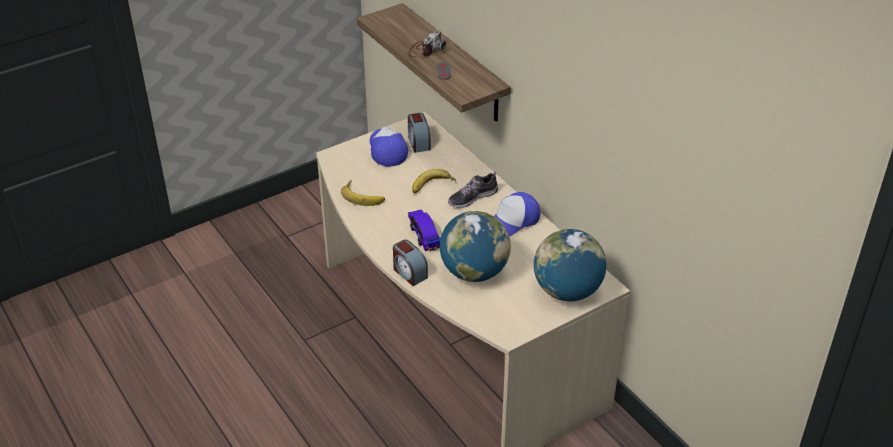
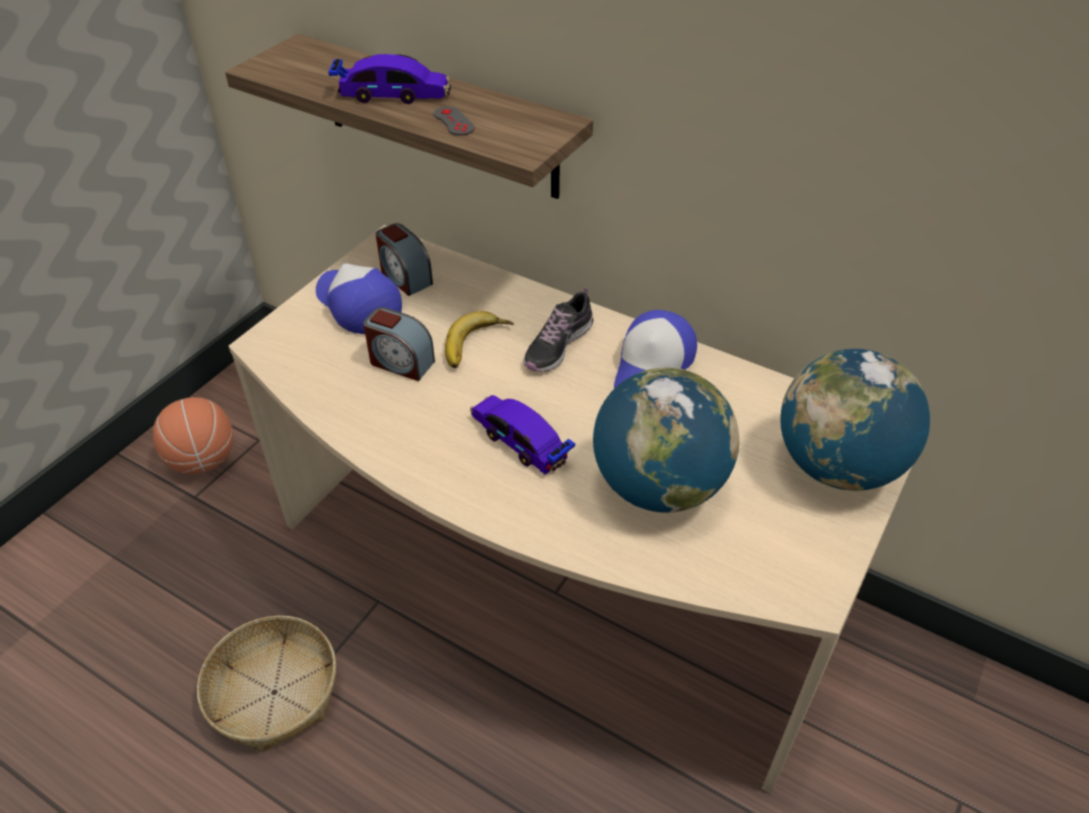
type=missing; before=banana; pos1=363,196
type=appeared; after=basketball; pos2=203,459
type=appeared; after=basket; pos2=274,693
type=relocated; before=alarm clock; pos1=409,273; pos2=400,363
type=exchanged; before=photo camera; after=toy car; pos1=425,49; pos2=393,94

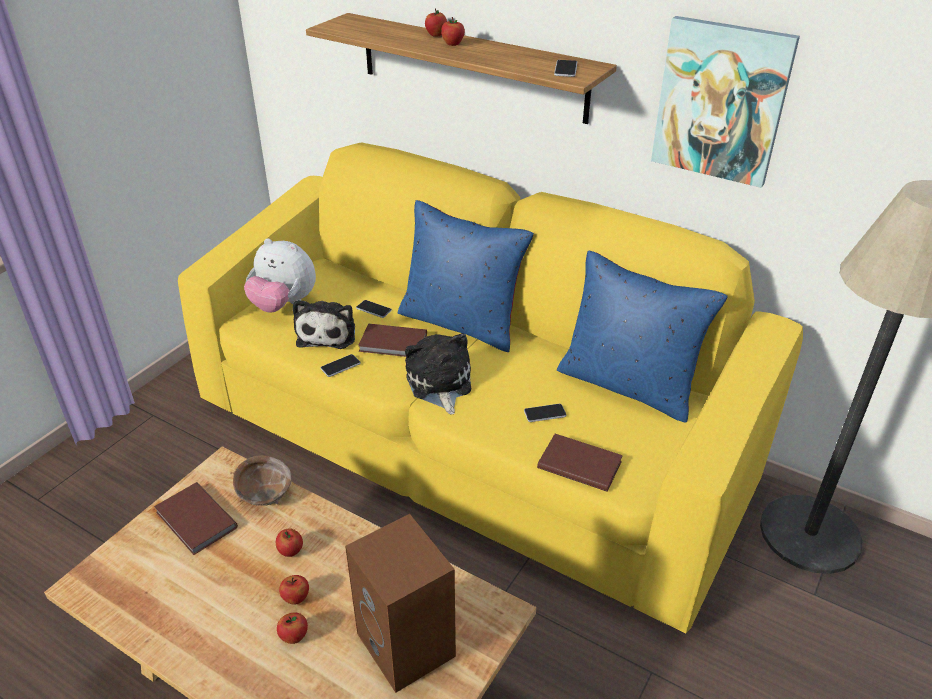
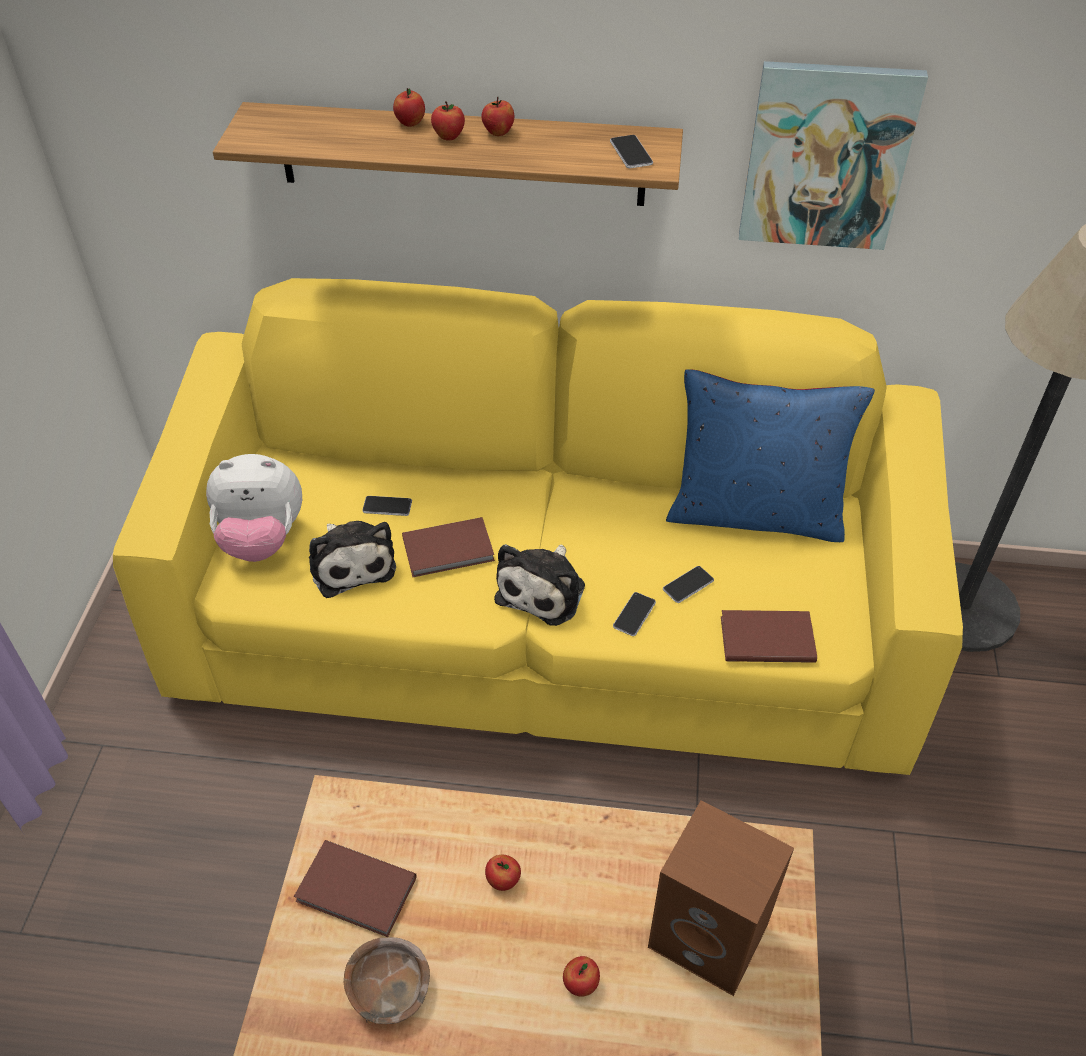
type=missing; before=blue pillow; pos1=461,322
type=relocated; before=brown bowl; pos1=264,493; pos2=389,990
type=relocated; before=apple; pos1=296,598; pos2=498,132
type=relocated; before=phone; pos1=340,366; pos2=634,615
type=spun; before=plush toy; pos1=439,384; pos2=544,589; turn=-120

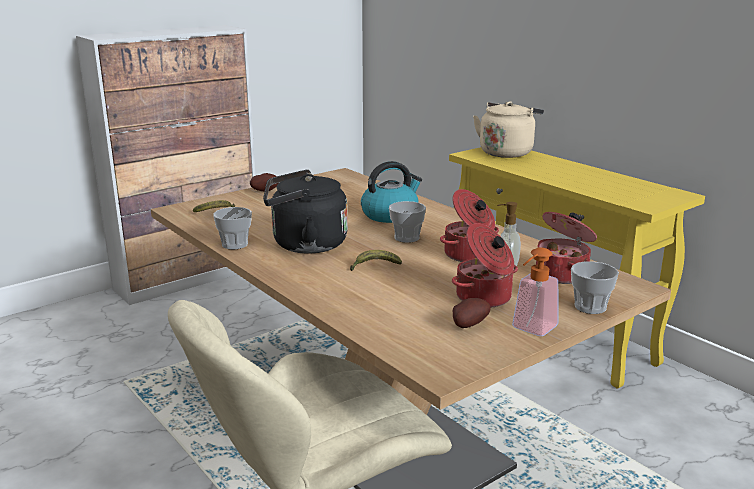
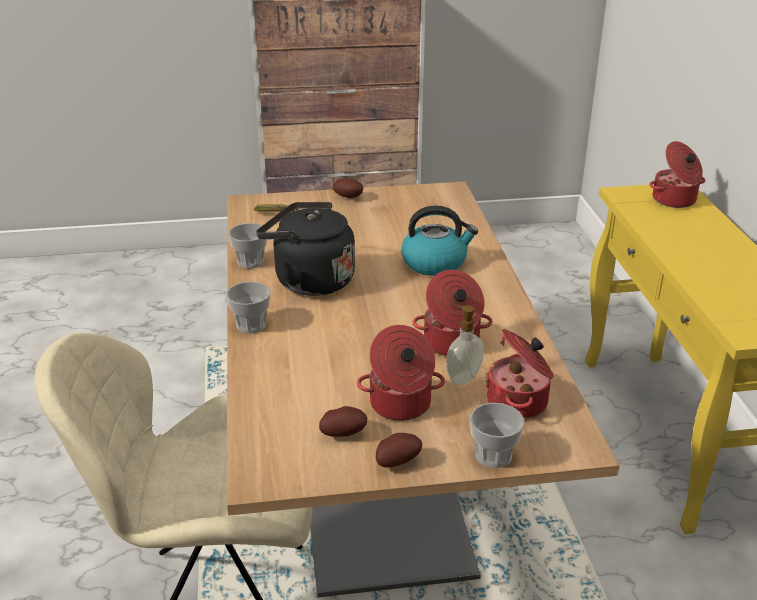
type=missing; before=banana; pos1=374,266
type=relocated; before=cup; pos1=407,238; pos2=251,325
type=exchanged; before=beige kettle; after=cooking pot; pos1=506,152; pos2=674,200
type=exchanged; before=soap dispenser; after=potato; pos1=531,330; pos2=396,461

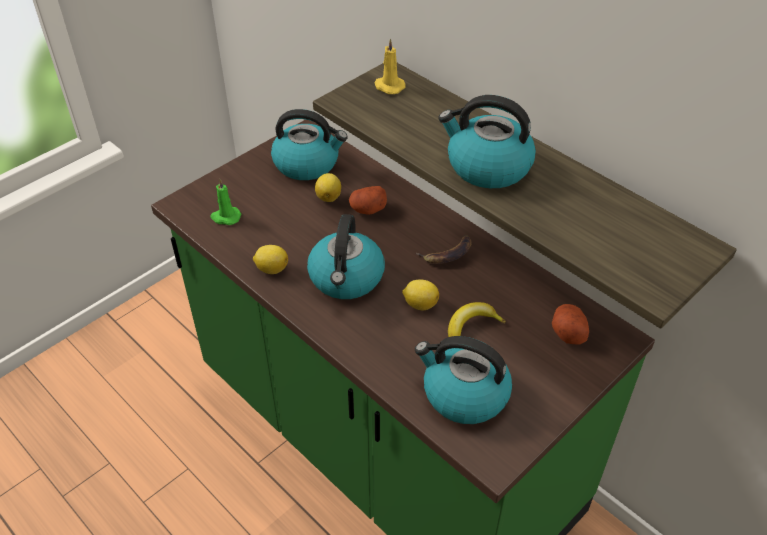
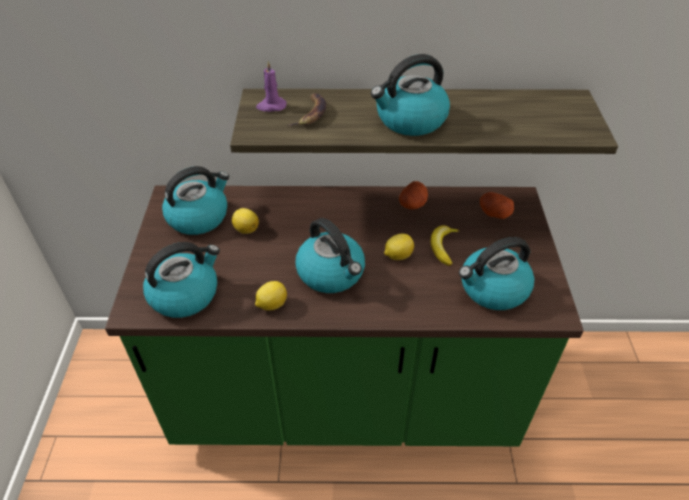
type=relocated; before=potato; pos1=368,209; pos2=413,204
type=relocated; before=banana; pos1=447,253; pos2=310,113
type=exchanged; before=green candle; after=kettle; pos1=225,217; pos2=185,294
type=colour; before=yellow candle; after=purple candle; pos1=388,86; pos2=271,106

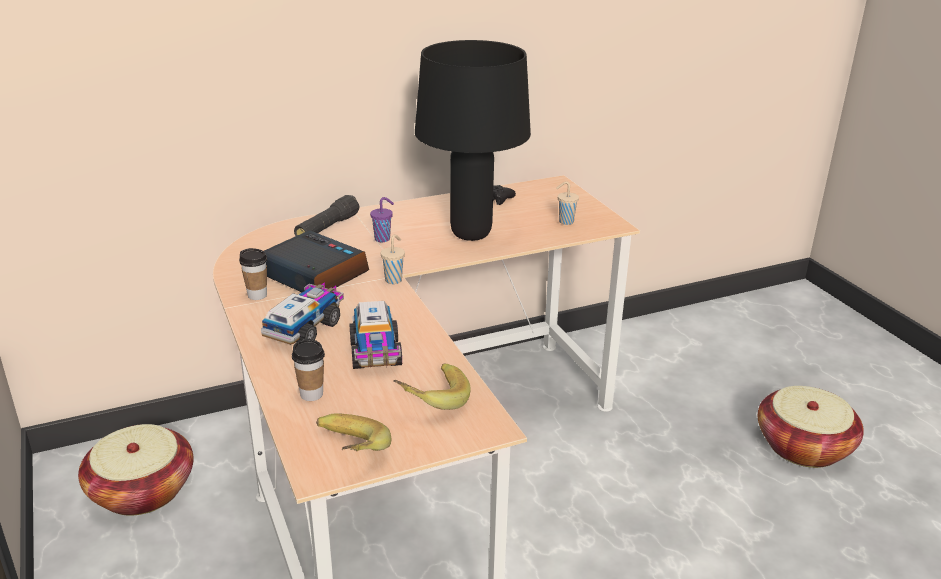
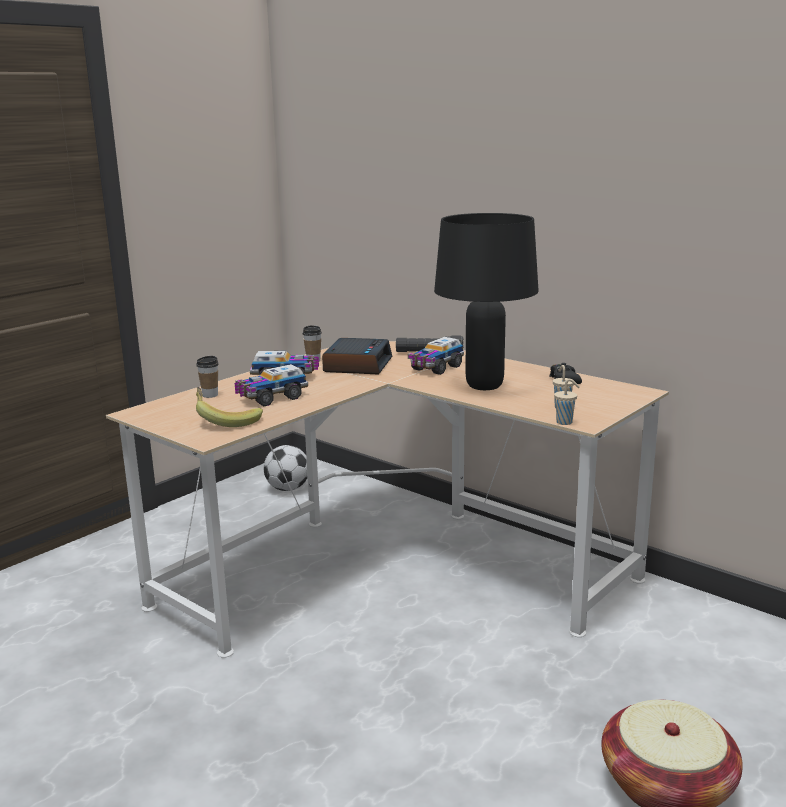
type=missing; before=banana; pos1=347,455
type=relocated; before=beige cup; pos1=394,280; pos2=565,422
type=exchanged; before=basket; after=football; pos1=142,491; pos2=288,489
type=exchanged; before=purple cup; after=toy truck; pos1=383,239; pos2=436,368

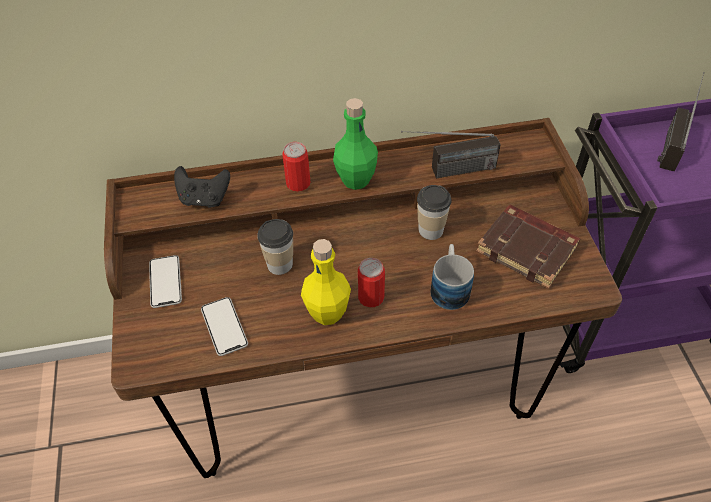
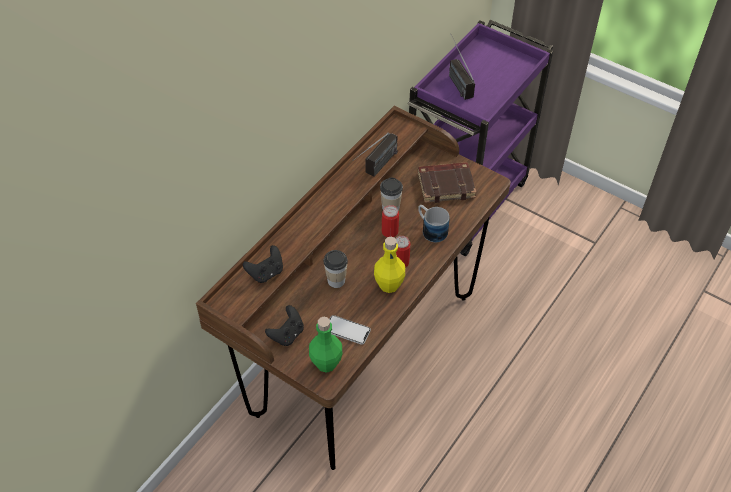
type=relocated; before=can; pos1=298,183; pos2=390,231
type=relocated; before=green bottle; pos1=355,180; pos2=326,363
type=exchanged; before=phone; after=black game controller; pos1=165,282; pos2=287,334

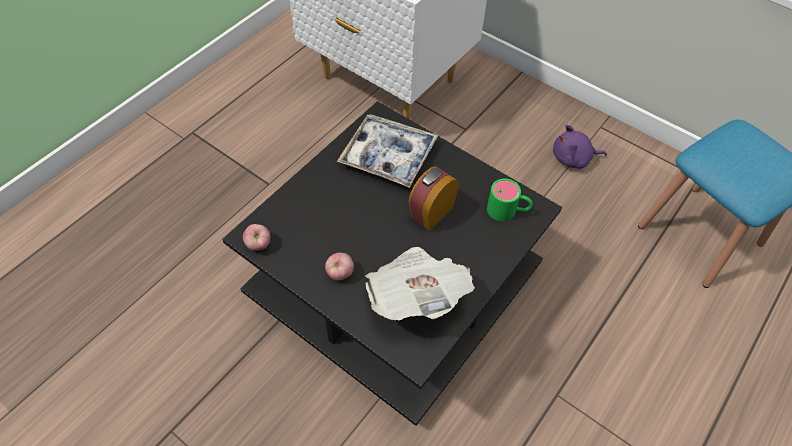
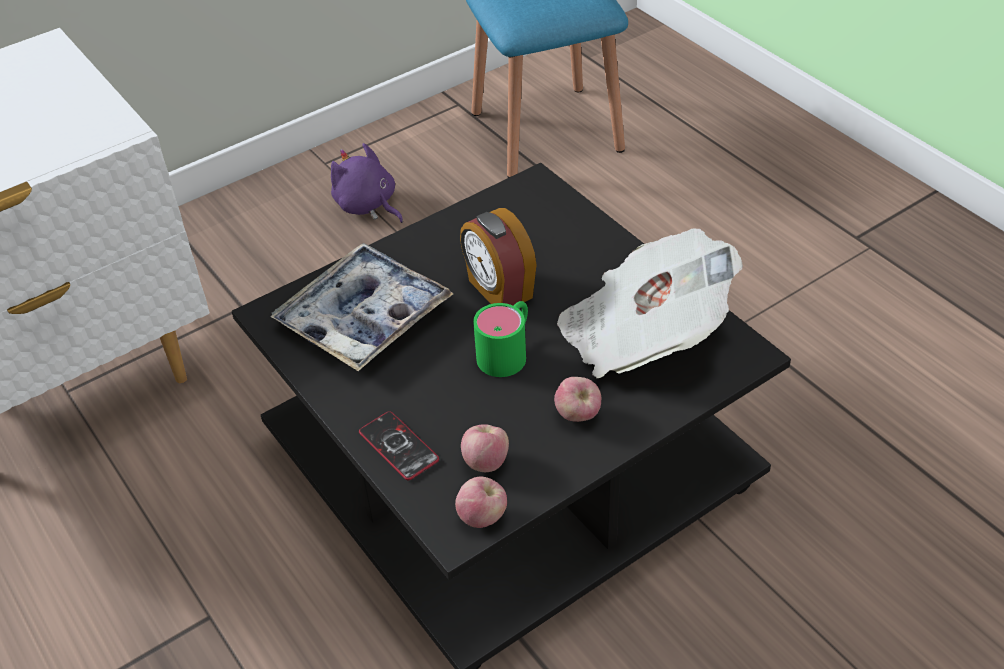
type=appeared; after=phone; pos2=398,446
type=appeared; after=apple; pos2=486,462
type=relocated; before=green mug; pos1=508,211; pos2=507,351
type=spun; before=purple plush toy; pos1=573,159; pos2=367,205; turn=120

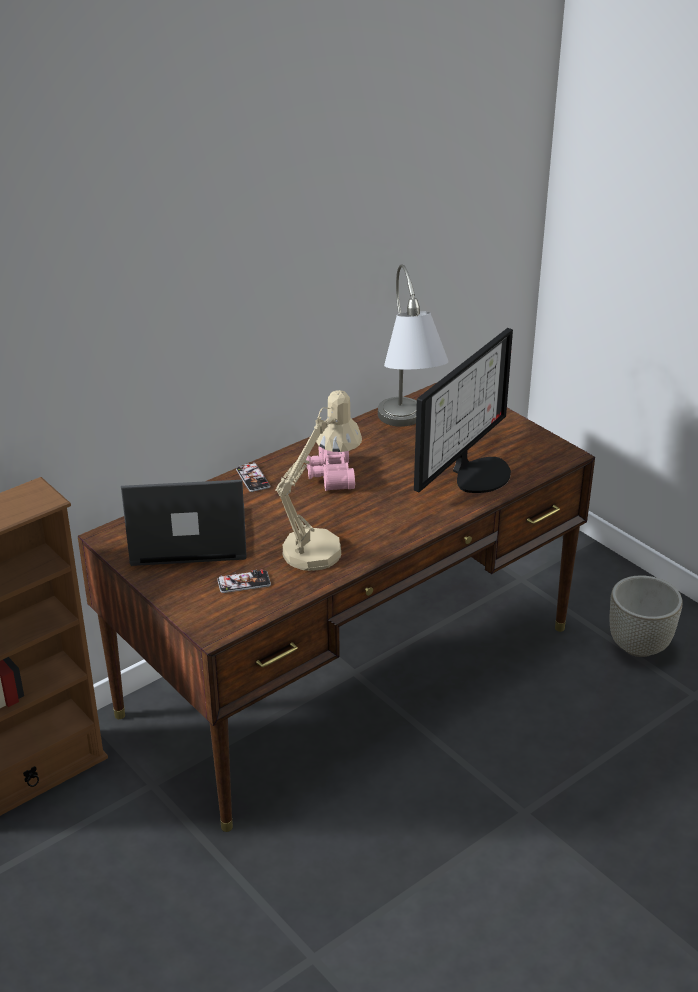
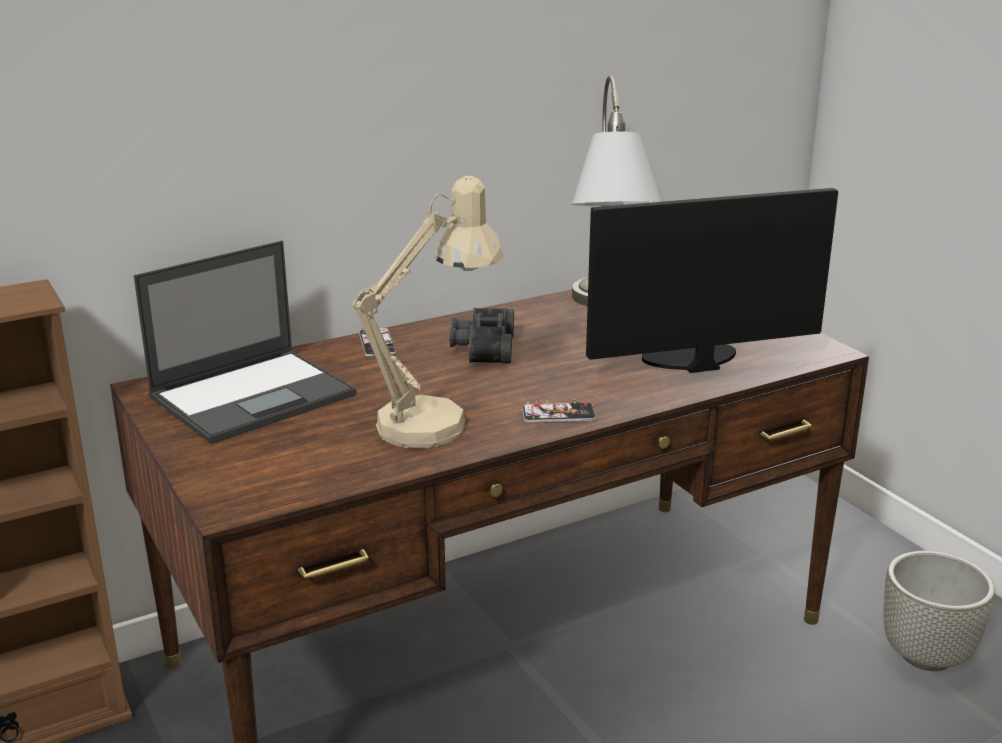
type=relocated; before=phone; pos1=244,582; pos2=558,414
type=colour; before=pink binoculars; after=black binoculars; pos1=329,475; pos2=482,348
type=spun; before=laptop; pos1=186,536; pos2=255,395; turn=135
type=spun; before=monitor; pos1=476,472; pos2=691,360; turn=-150

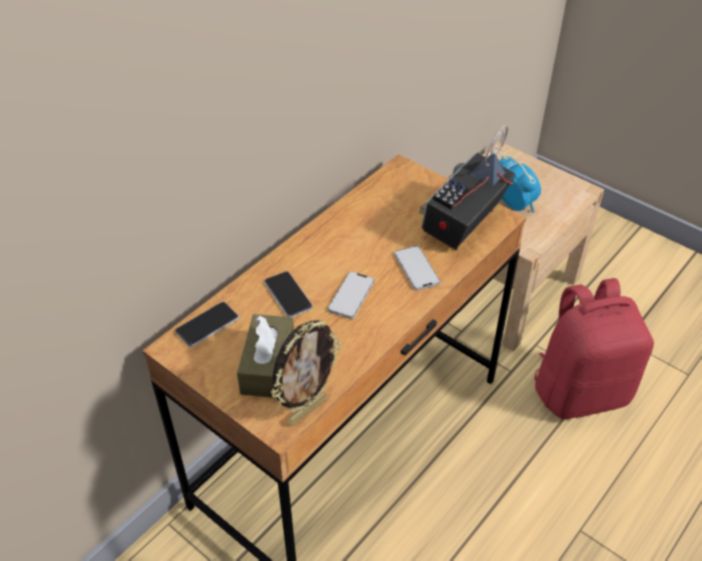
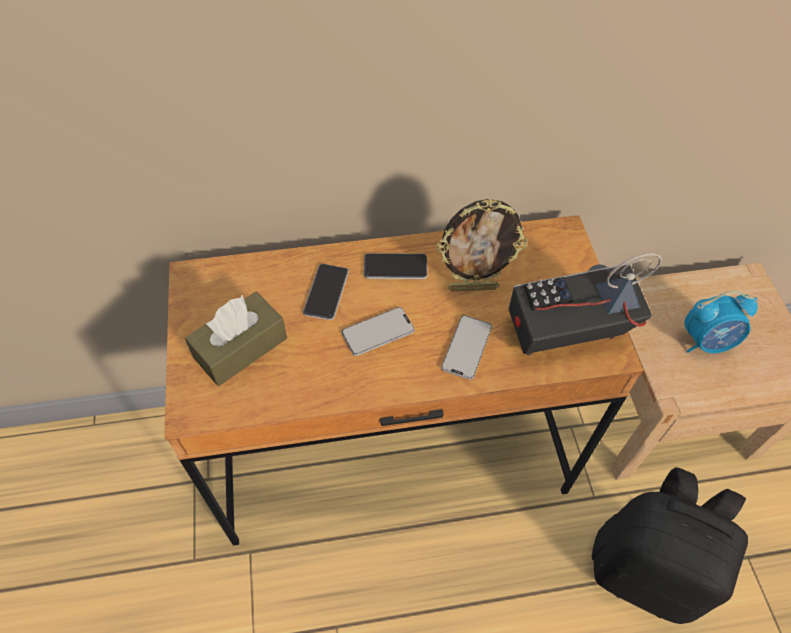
type=relocated; before=phone; pos1=207,325; pos2=395,267
type=relocated; before=picture frame; pos1=307,410; pos2=473,287
type=colour; before=red backpack; after=black backpack; pos1=580,391; pos2=646,569
type=spun; before=alarm clock; pos1=514,204; pos2=706,342; turn=75

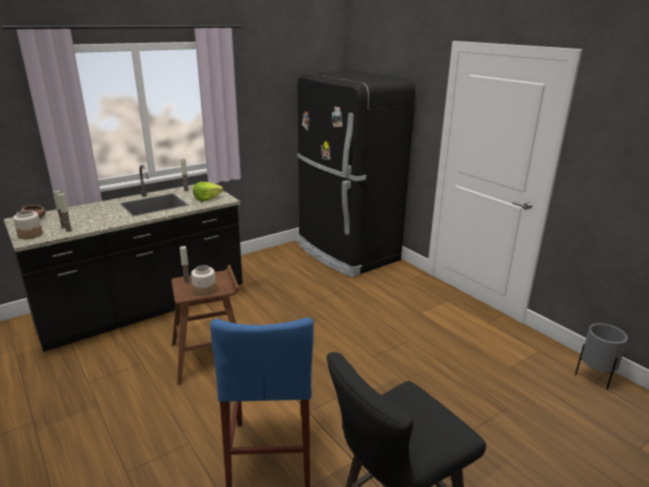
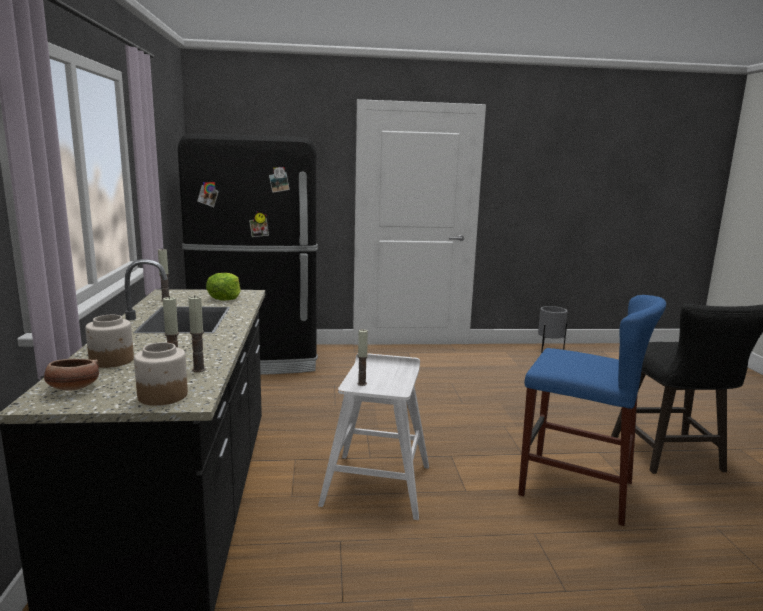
type=relocated; before=jar; pos1=204,290; pos2=112,360
type=colour; before=brown stool; after=white stool; pos1=210,356; pos2=377,484

